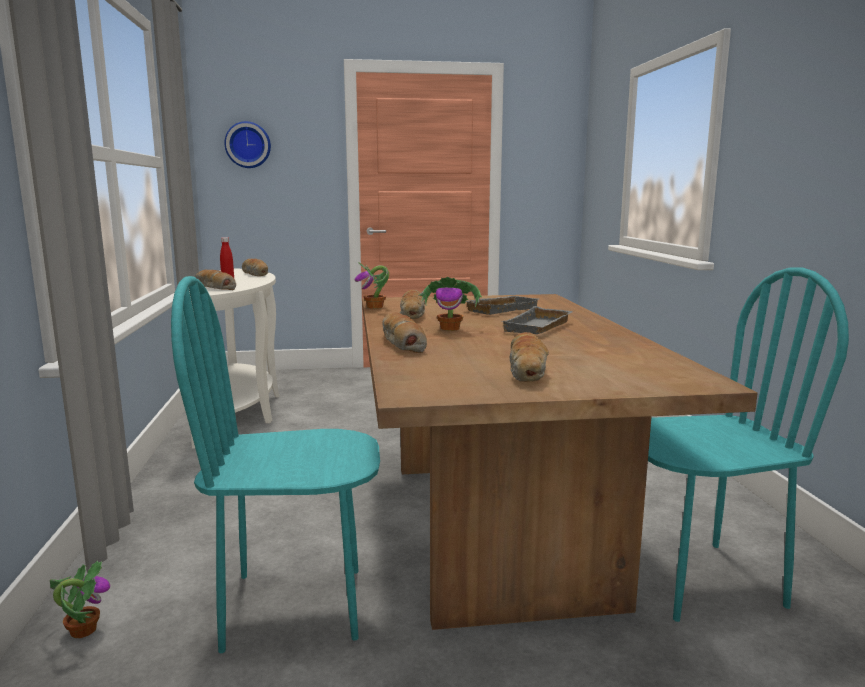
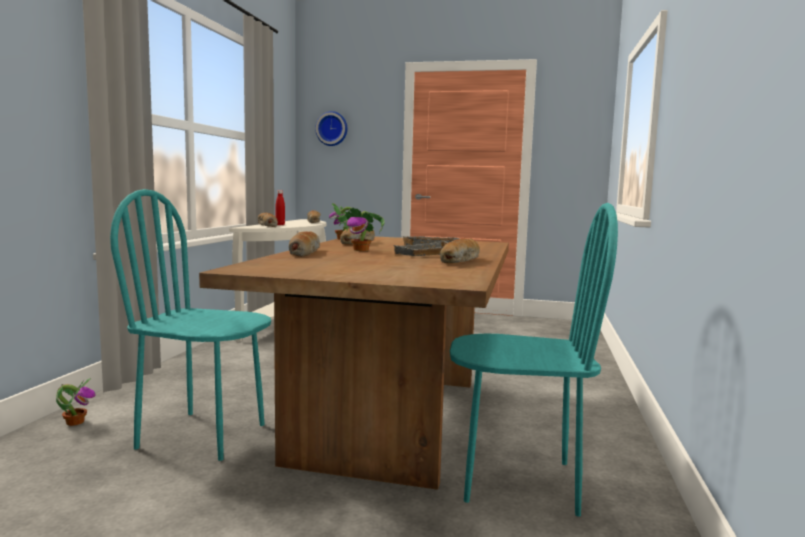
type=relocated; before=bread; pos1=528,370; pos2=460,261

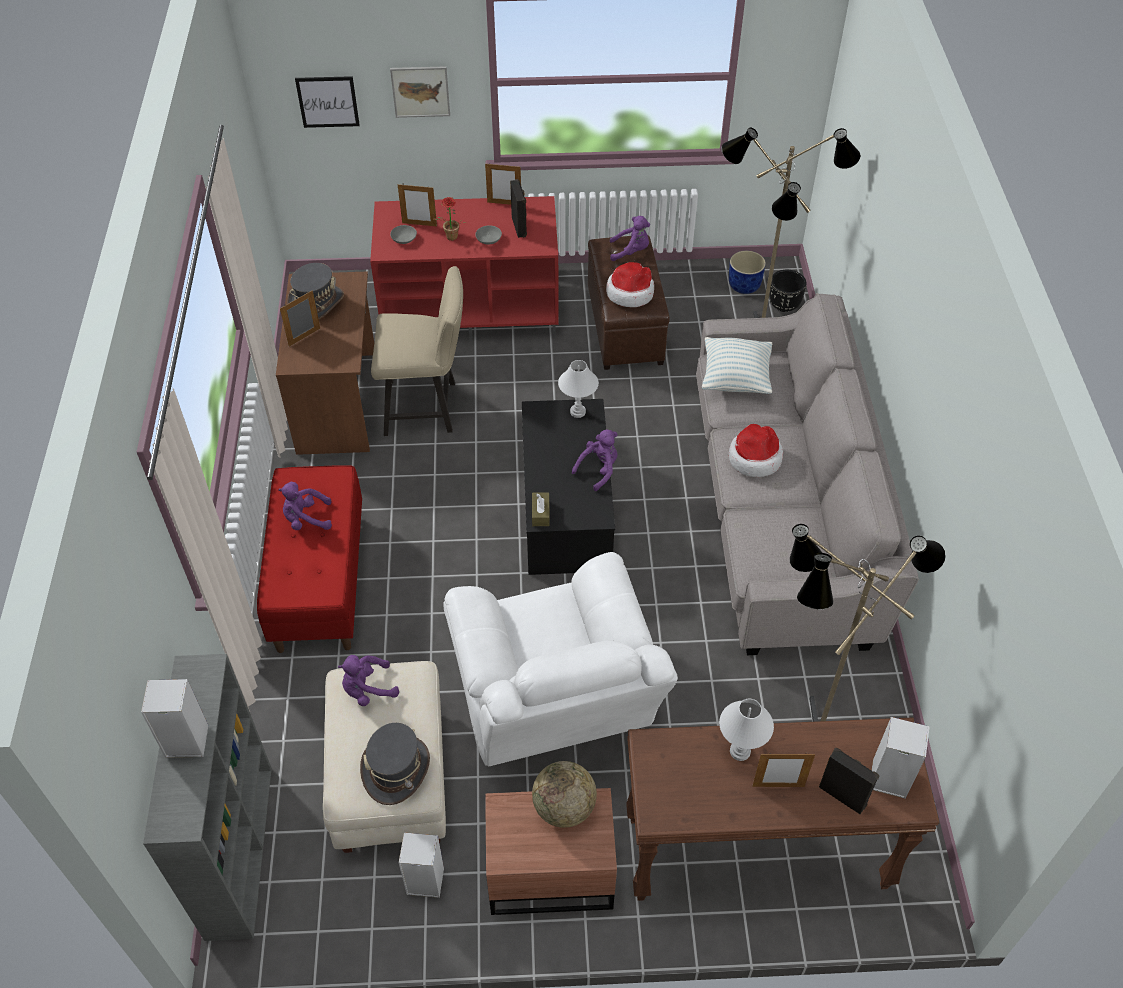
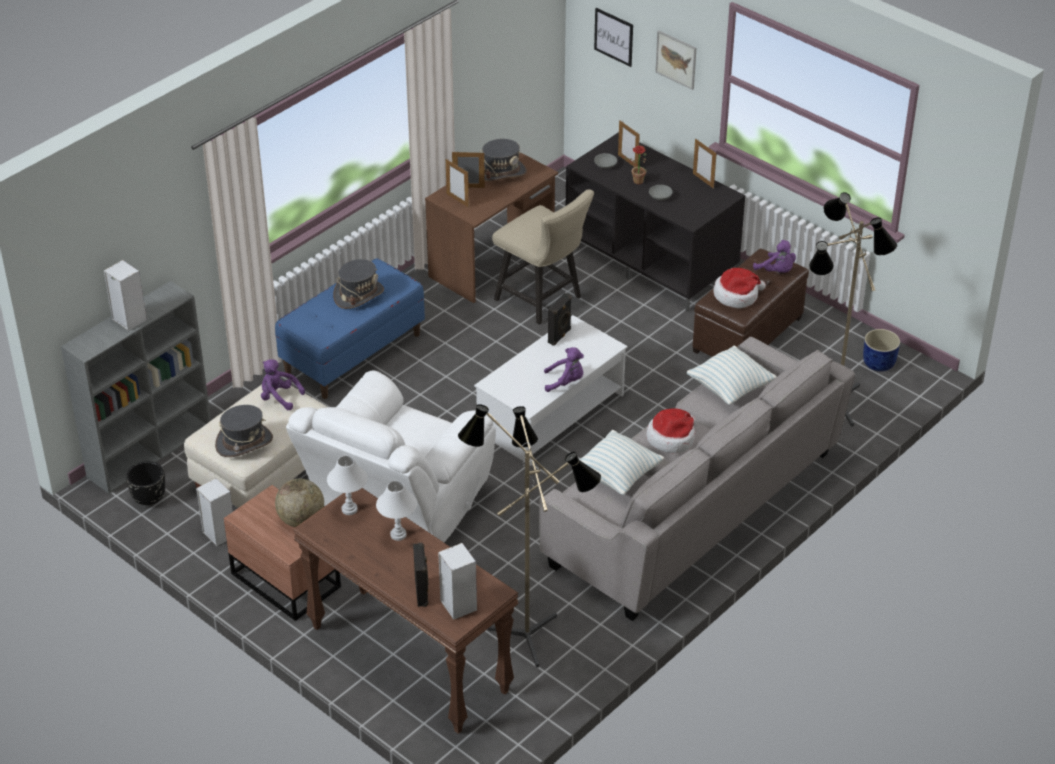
type=missing; before=brown tissue box; pos1=540,513
type=appeared; after=pillow; pos2=617,476
type=relocated; before=black speaker; pos1=520,227; pos2=560,336
type=relocated; before=white table lamp; pos1=578,412; pos2=349,509
type=relocated; before=picture frame; pos1=778,786; pos2=457,200
type=relocated; before=black planter; pos1=783,306; pos2=149,499
type=exchanged; before=purple plush toy; after=grey hat; pos1=306,519; pos2=358,295
type=colour; before=red bench; after=blue bench; pos1=319,581; pos2=353,353
type=colour; before=red tv stand; after=black tv stand; pos1=472,311; pos2=652,261
type=colour; before=black coffee table; after=white coffee table; pos1=566,509; pos2=550,414

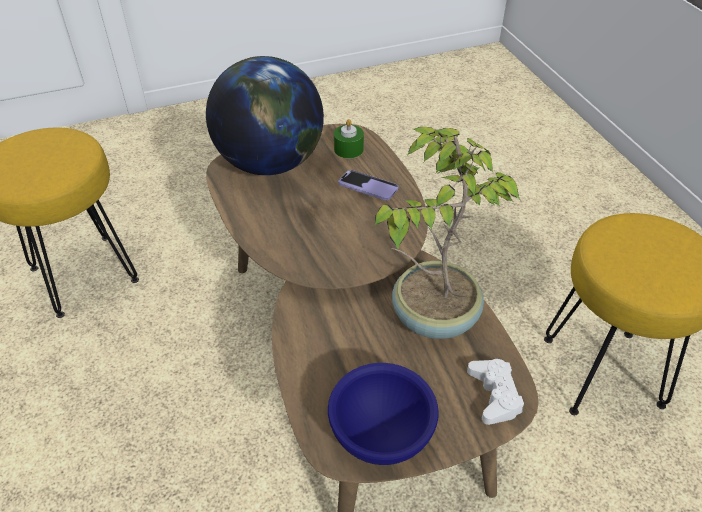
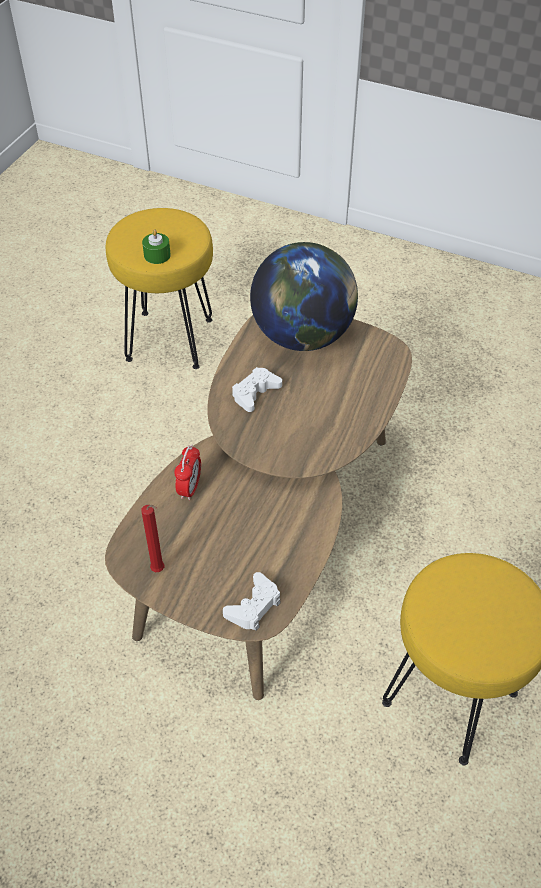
type=missing; before=phone; pos1=368,186
type=missing; before=potted plant; pos1=432,316
type=appeared; after=alarm clock; pos2=190,488
type=appeared; after=white game controller; pos2=255,393
type=relocated; before=green candle; pos1=348,149; pos2=157,255
type=exchanged; before=blue bowl; after=red candle; pos1=382,436; pos2=159,570

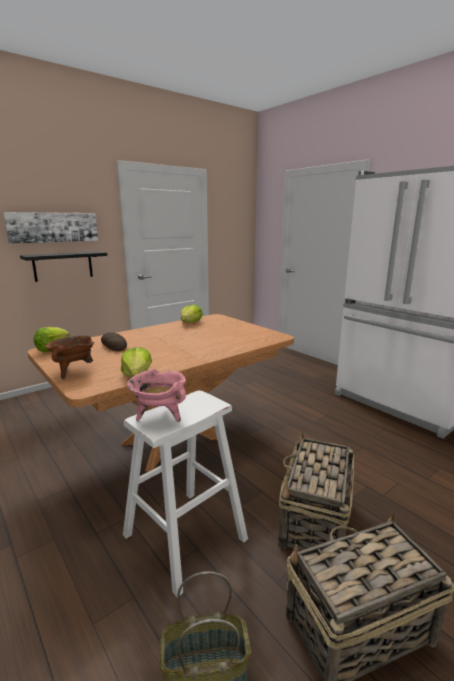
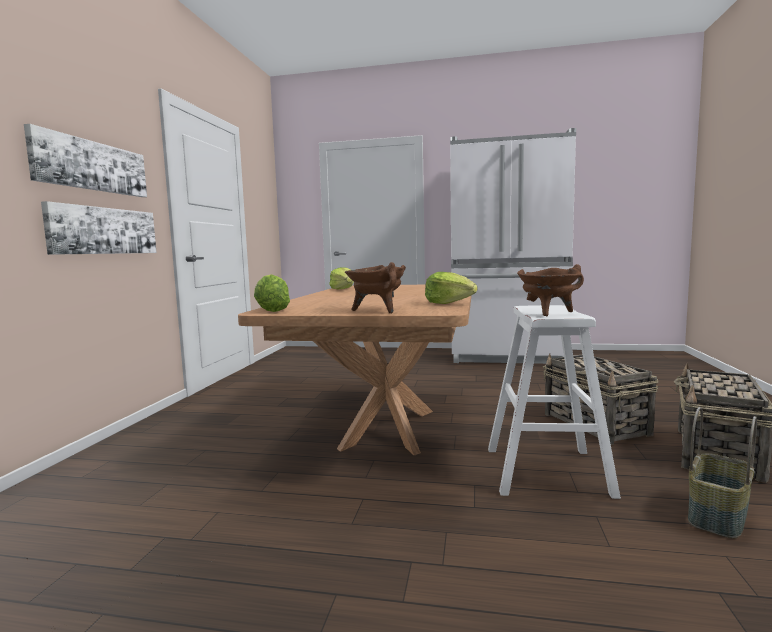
type=missing; before=bread; pos1=114,345
type=exchanged; before=black shelf; after=picture; pos1=63,266; pos2=104,231
type=colour; before=pink cooking pot; after=brown cooking pot; pos1=159,415; pos2=548,313

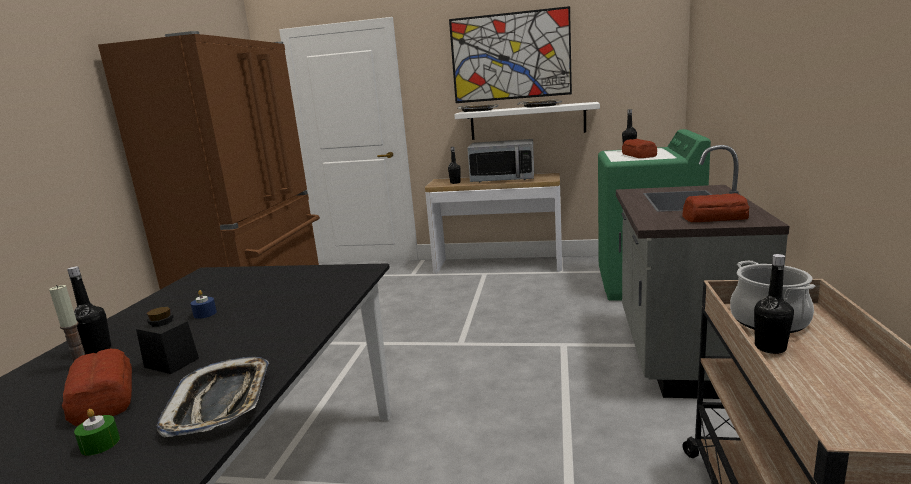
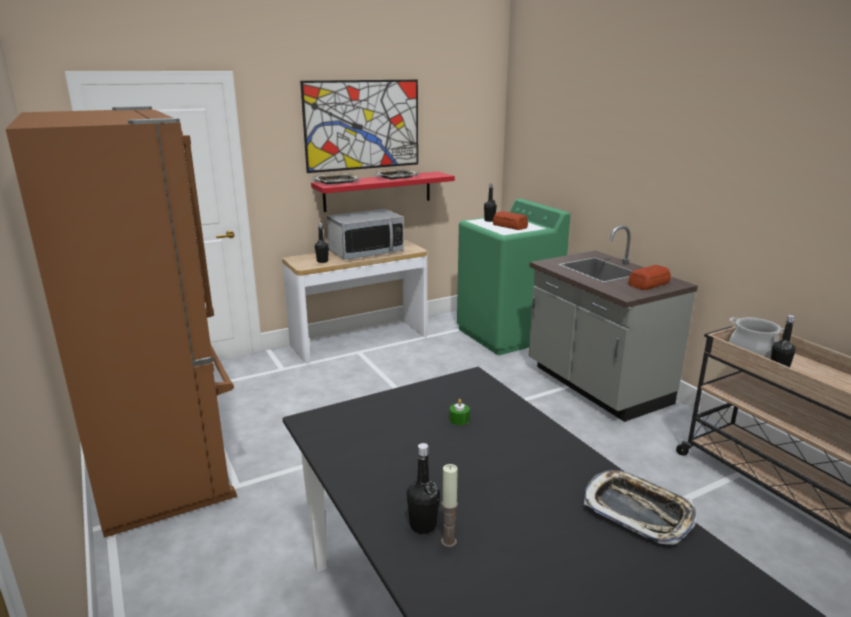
type=missing; before=bread; pos1=102,399
type=missing; before=black jar; pos1=171,363
type=missing; before=blue candle; pos1=205,314
type=relocated; before=green candle; pos1=100,444; pos2=459,419
type=colour; before=white shelf; after=red shelf; pos1=527,121; pos2=378,191

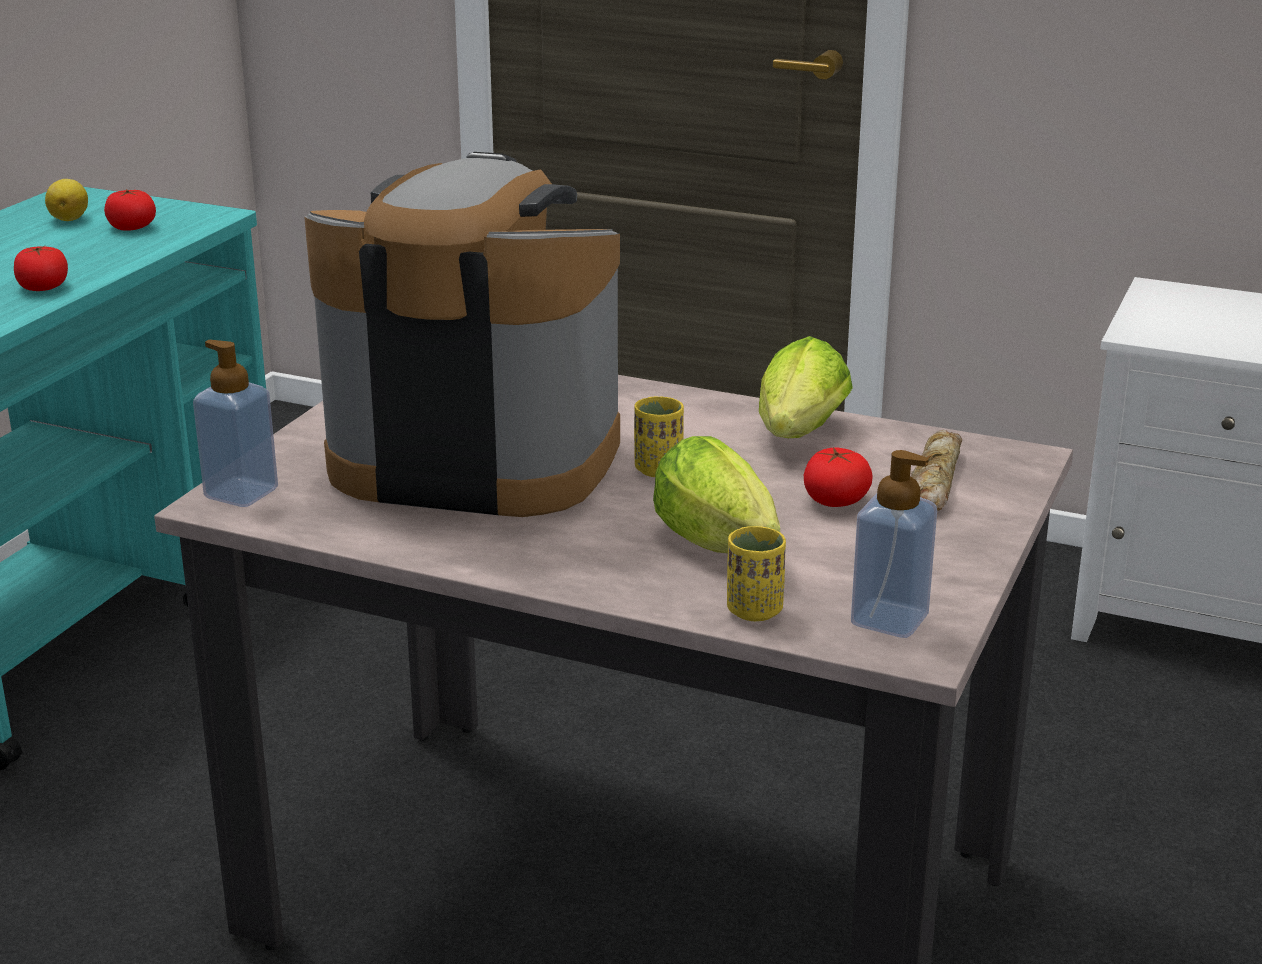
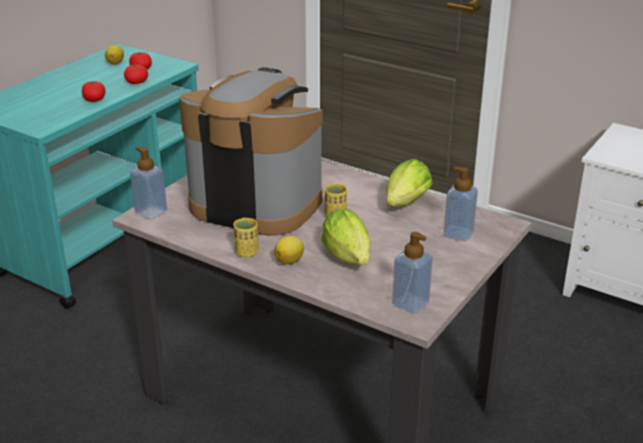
type=appeared; after=lemon; pos2=290,261
type=relocated; before=yellow cup; pos1=754,611; pos2=246,252
type=relocated; before=tomato; pos1=835,500; pos2=136,82
type=exchanged; before=bread; after=soap dispenser; pos1=933,481; pos2=458,234

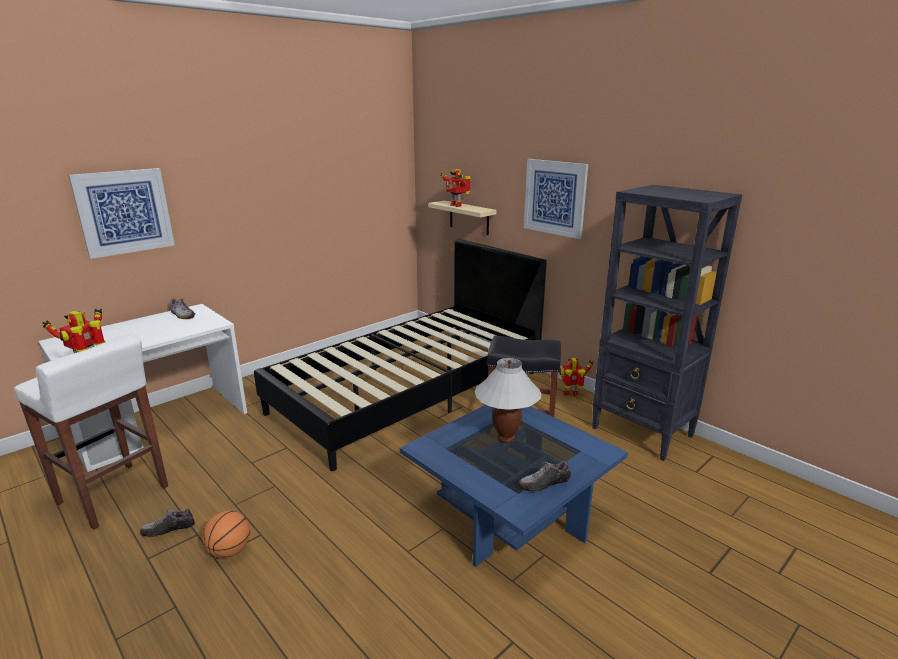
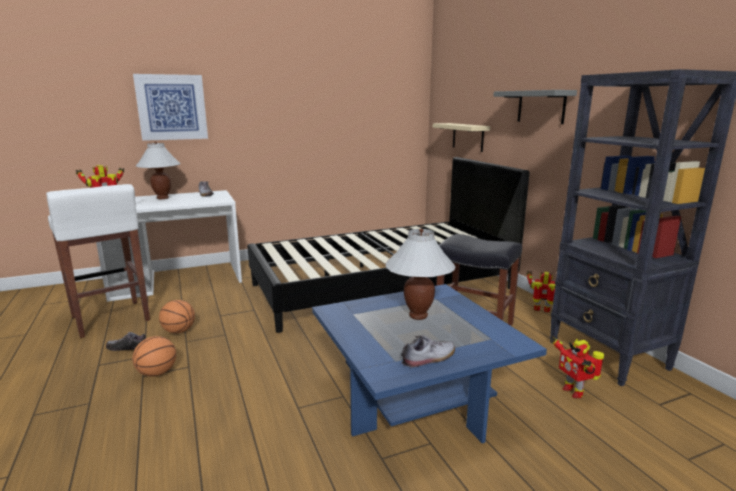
type=appeared; after=white table lamp; pos2=162,198
type=appeared; after=basketball; pos2=179,331
type=relocated; before=toy robot; pos1=456,205; pos2=573,391
type=exchanged; before=picture; after=grey shelf; pos1=555,197; pos2=541,106
type=spun; before=shoe; pos1=544,483; pos2=429,358; turn=150

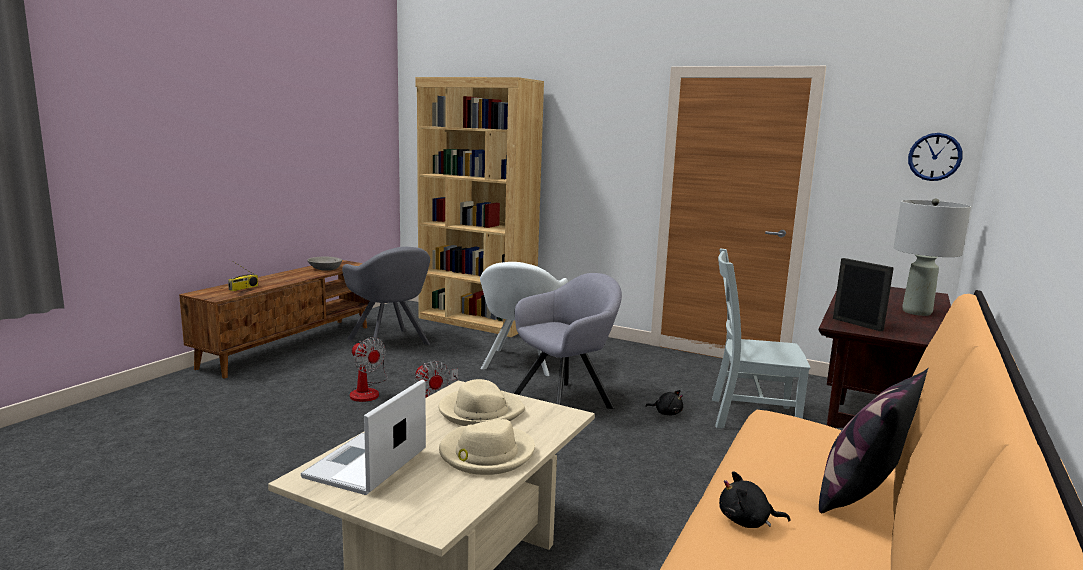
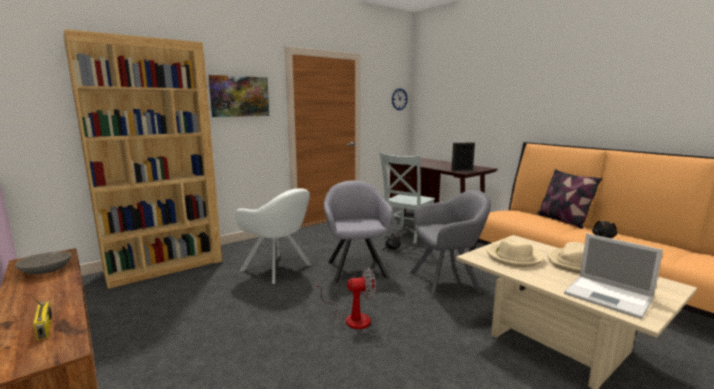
type=missing; before=fan; pos1=367,391
type=missing; before=grey table lamp; pos1=917,312
type=appeared; after=picture; pos2=239,96
type=relocated; before=grey armchair; pos1=390,343; pos2=448,281

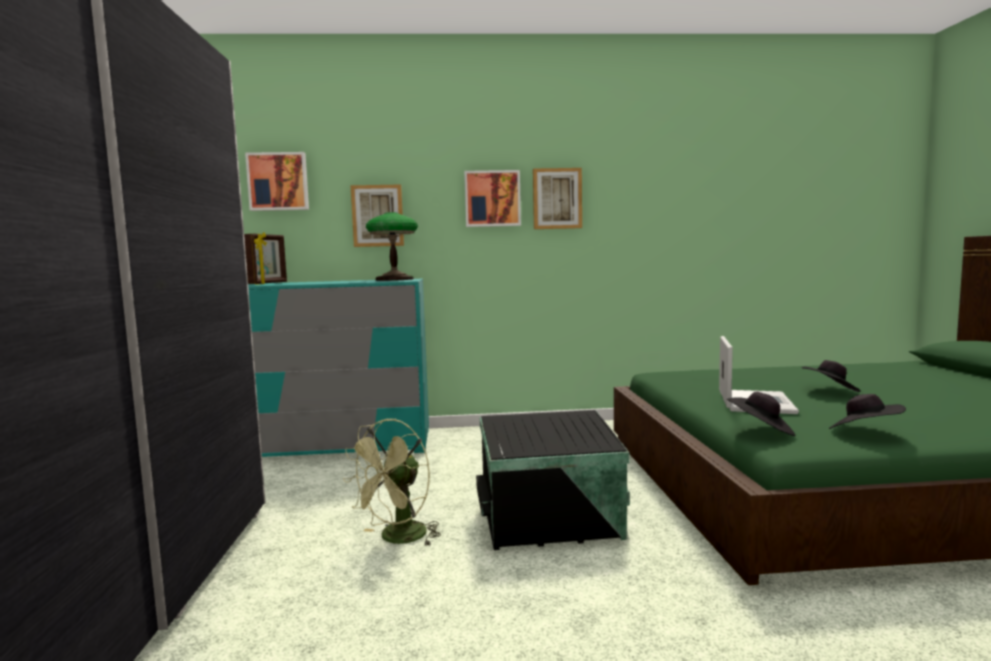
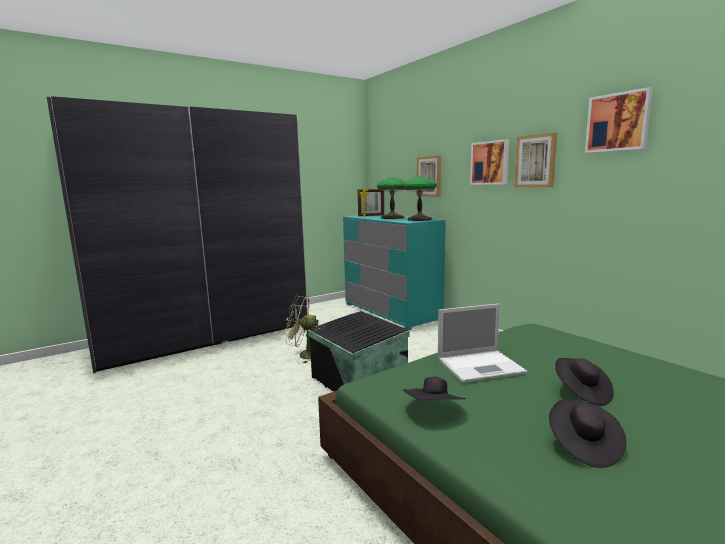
type=appeared; after=table lamp; pos2=392,218
type=relocated; before=picture; pos1=278,182; pos2=618,122
type=relocated; before=black hat; pos1=761,431; pos2=583,446

